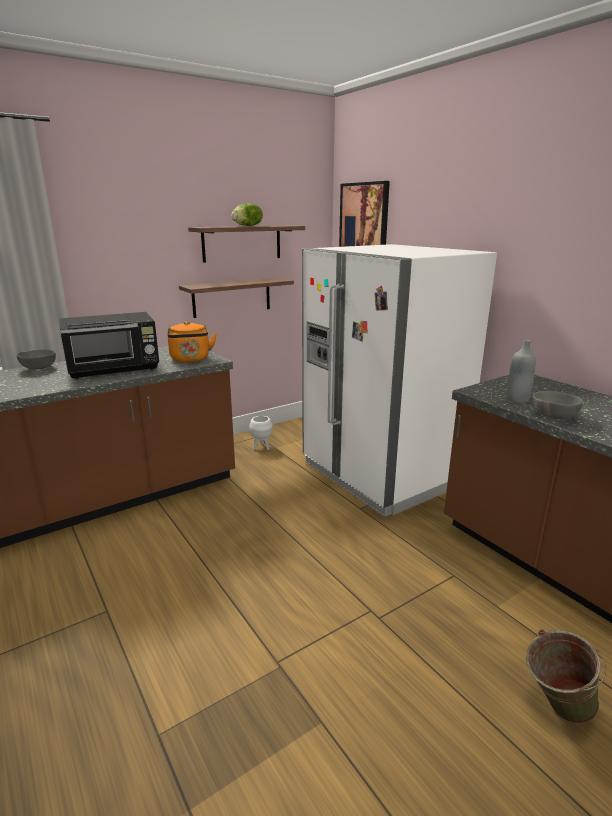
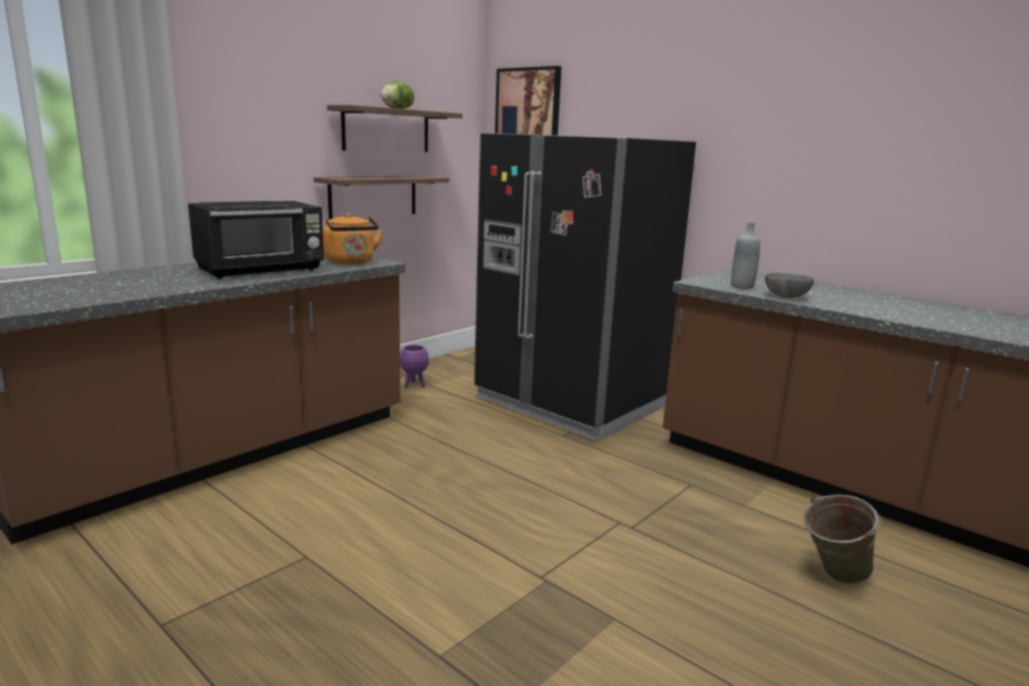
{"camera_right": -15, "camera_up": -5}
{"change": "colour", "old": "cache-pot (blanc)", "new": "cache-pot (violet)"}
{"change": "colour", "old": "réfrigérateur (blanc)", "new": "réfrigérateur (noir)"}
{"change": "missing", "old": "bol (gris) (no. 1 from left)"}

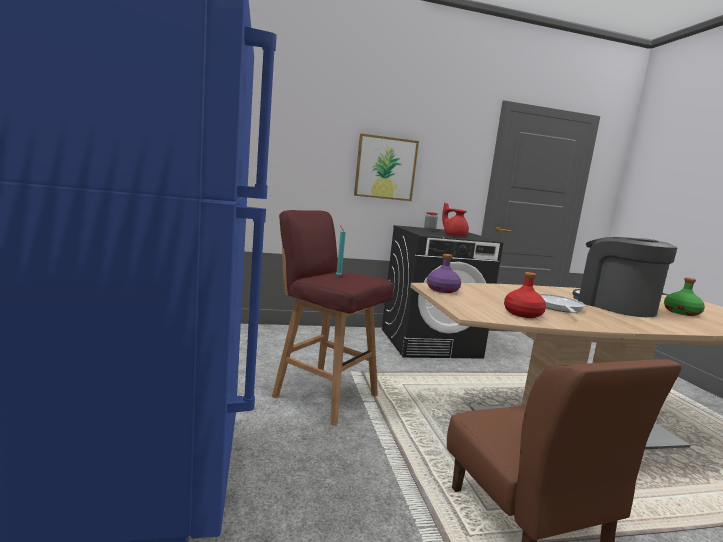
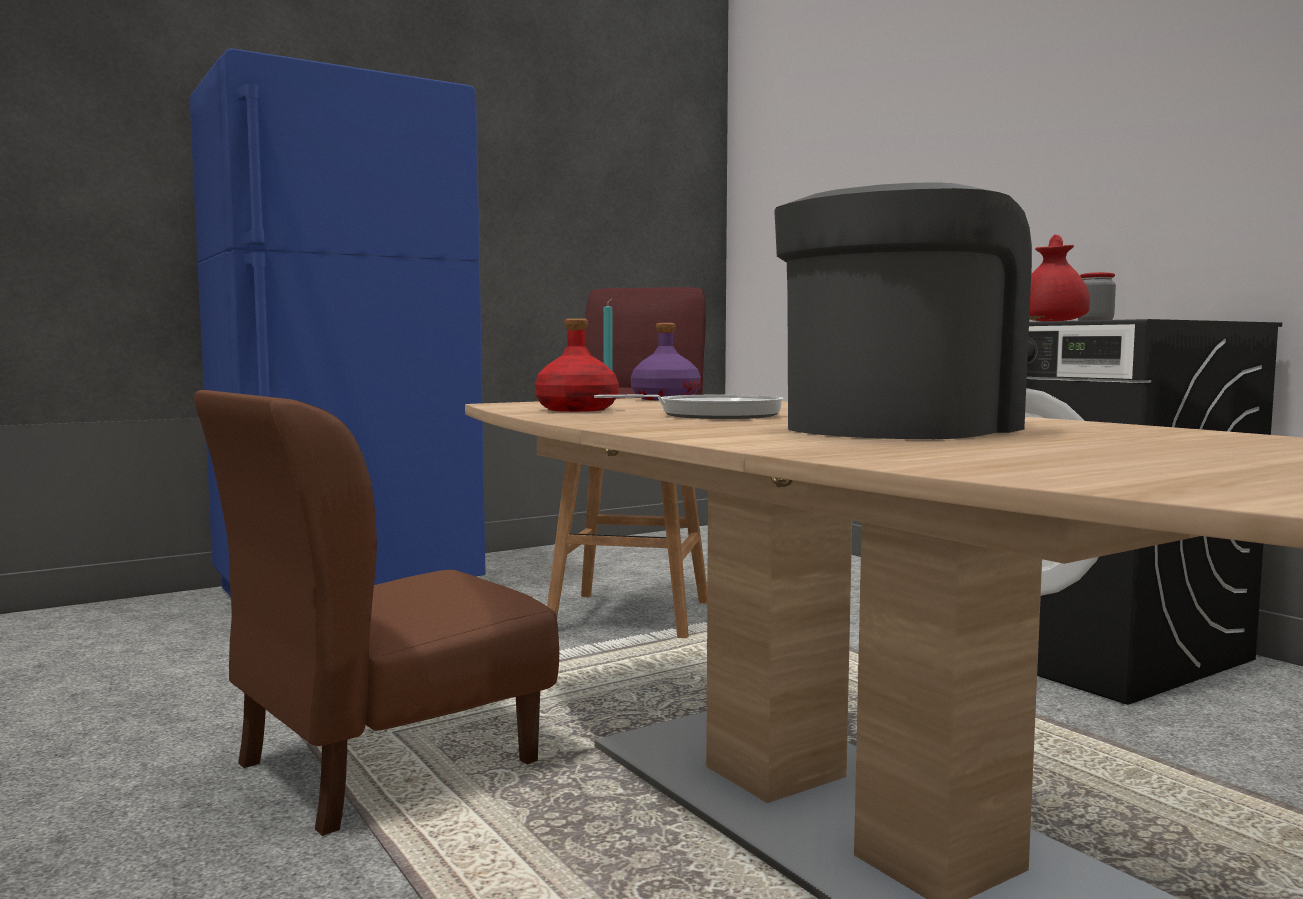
{"camera_right": 70, "camera_up": -5}
{"change": "missing", "old": "tableau"}
{"change": "missing", "old": "bouteille (vert)"}

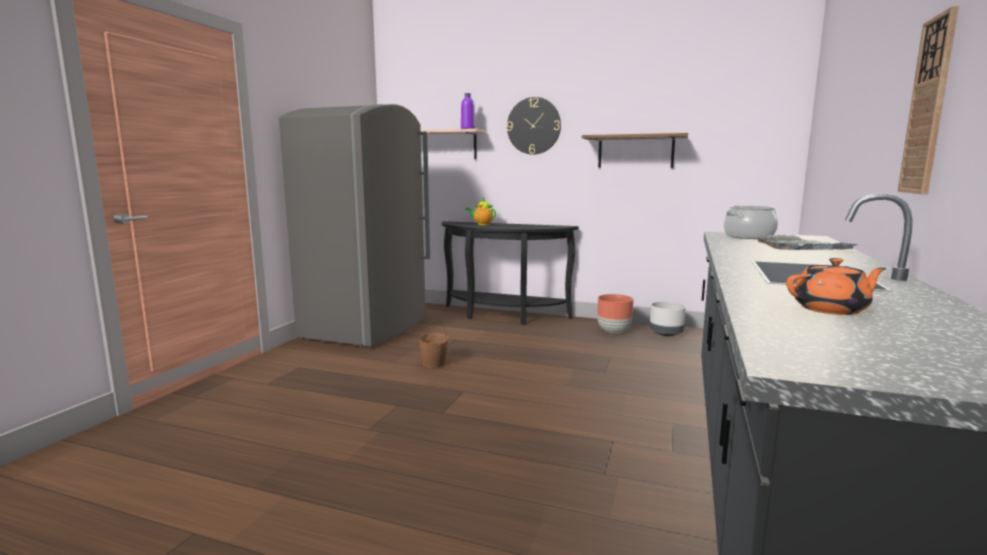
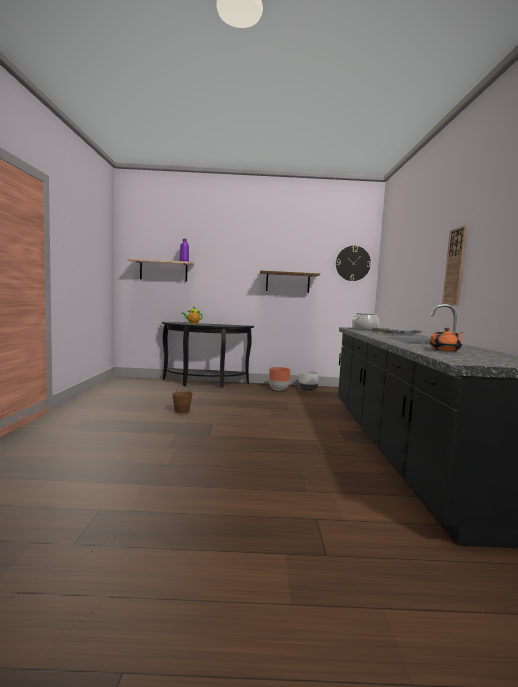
{"camera_right": -20, "camera_up": -5}
{"change": "relocated", "old": "horloge murale (no. 1 from left)"}
{"change": "missing", "old": "réfrigérateur (gris)"}

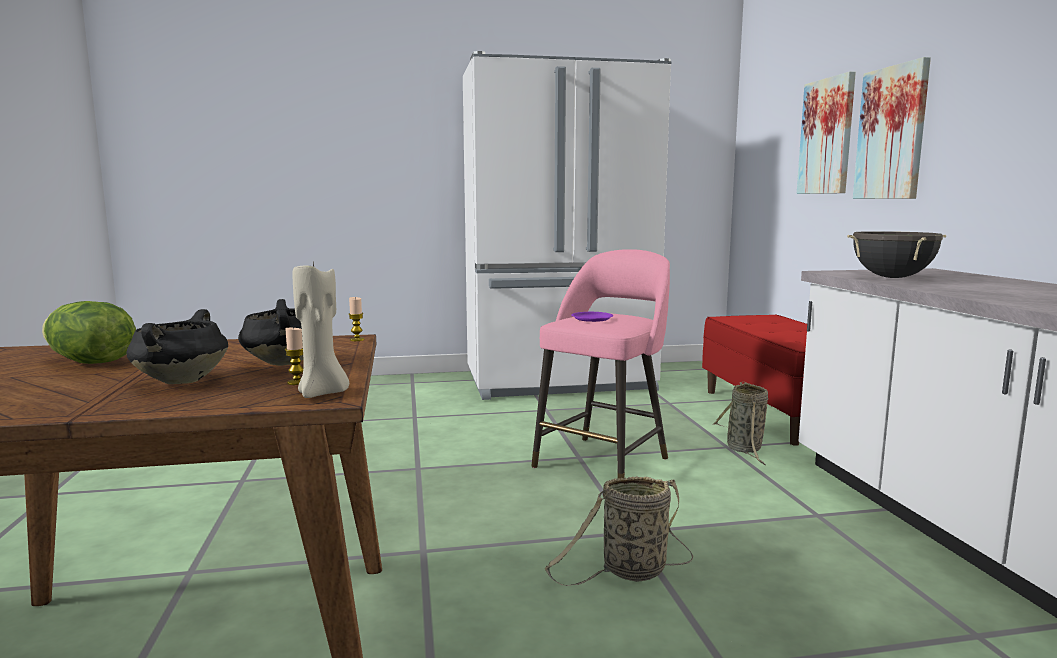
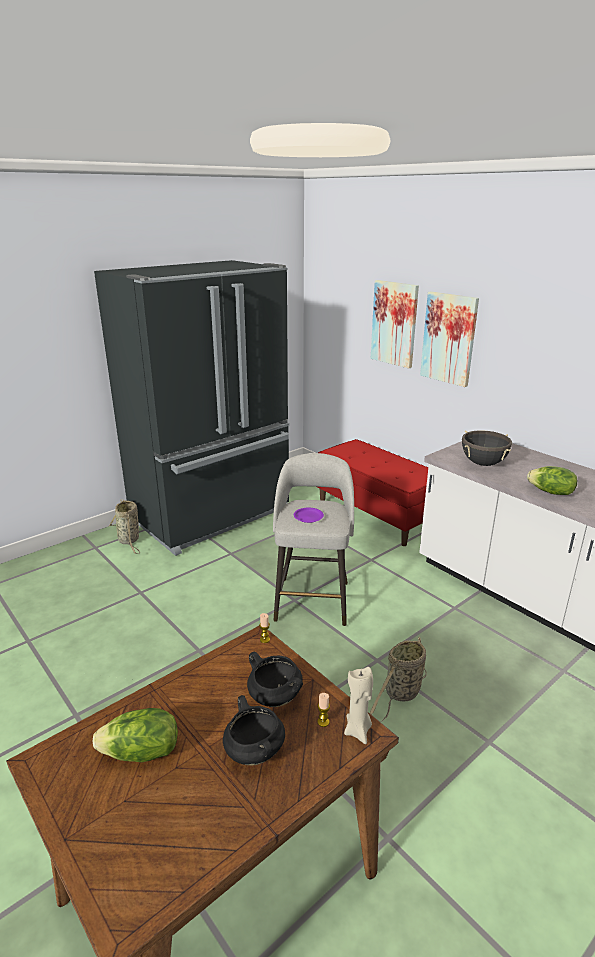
{"camera_right": -30, "camera_up": 15}
{"change": "colour", "old": "réfrigérateur (blanc)", "new": "réfrigérateur (noir)"}
{"change": "relocated", "old": "panier (no. 2 from left in the first image)", "new": "panier (no. 1 from left)"}
{"change": "colour", "old": "tabouret (rose)", "new": "tabouret (gris)"}
{"change": "appeared", "new": "laitue (no. 2 from left)"}

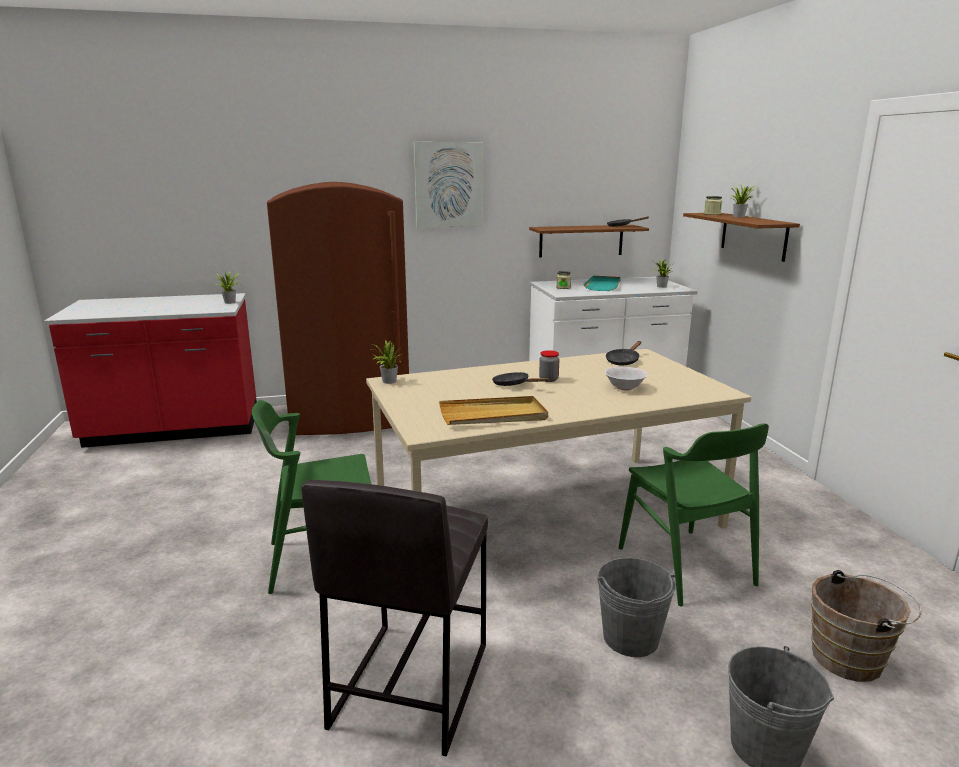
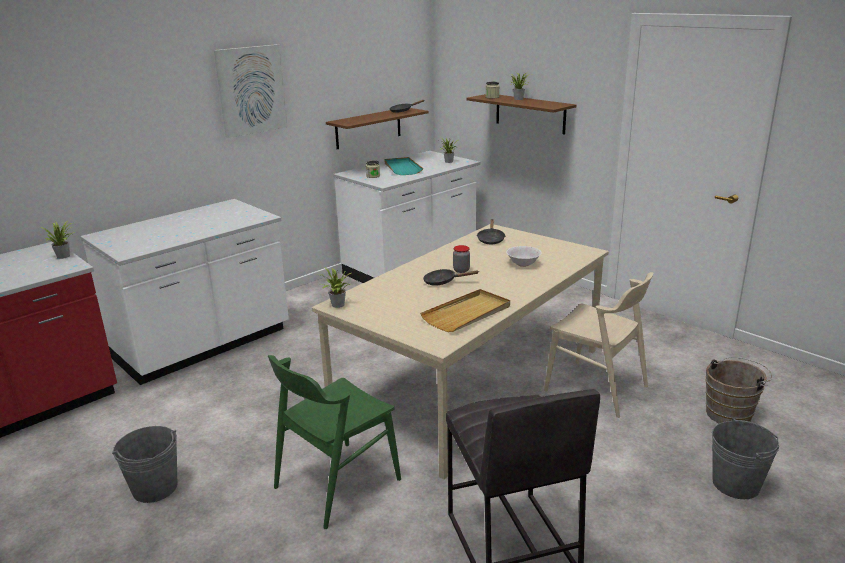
{"camera_right": -30, "camera_up": 5}
{"change": "exchanged", "old": "réfrigérateur (marron)", "new": "comptoir de cuisine (blanc) (no. 1 from left)"}
{"change": "relocated", "old": "seau (gris) (no. 1 from left)"}
{"change": "colour", "old": "chaise (vert) (no. 2 from left)", "new": "chaise (beige)"}

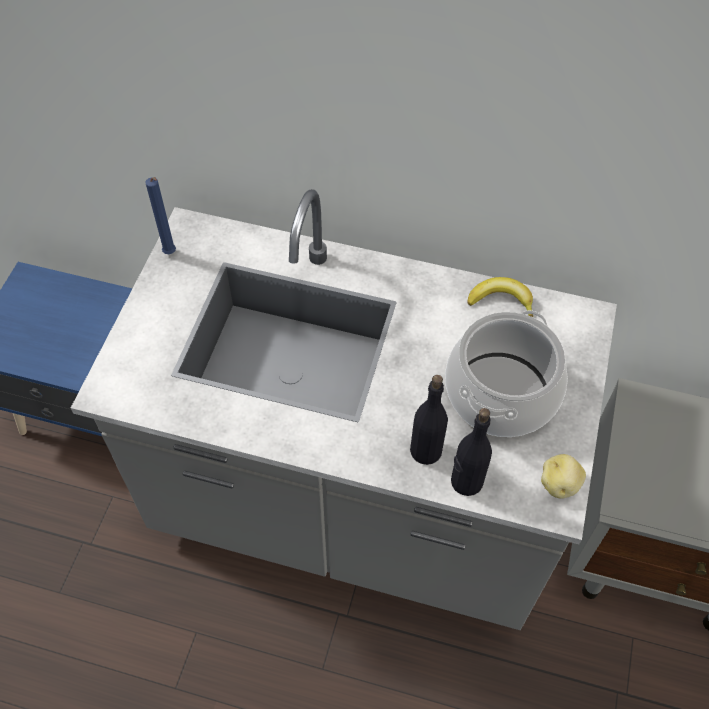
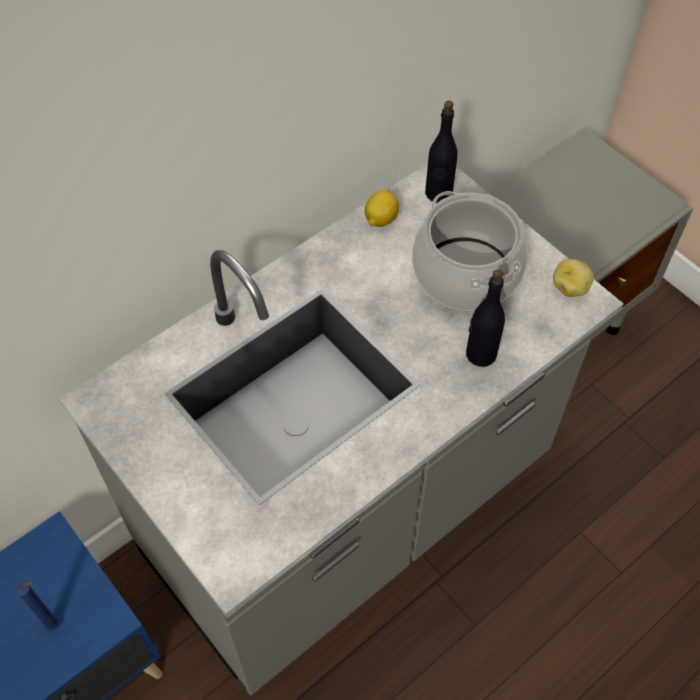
{"camera_right": -55, "camera_up": 0}
{"change": "relocated", "old": "bougie (bleu)"}
{"change": "exchanged", "old": "banane", "new": "citron"}
{"change": "relocated", "old": "bouteille (noir) (no. 2 from left in the first image)", "new": "bouteille (noir) (no. 1 from left)"}

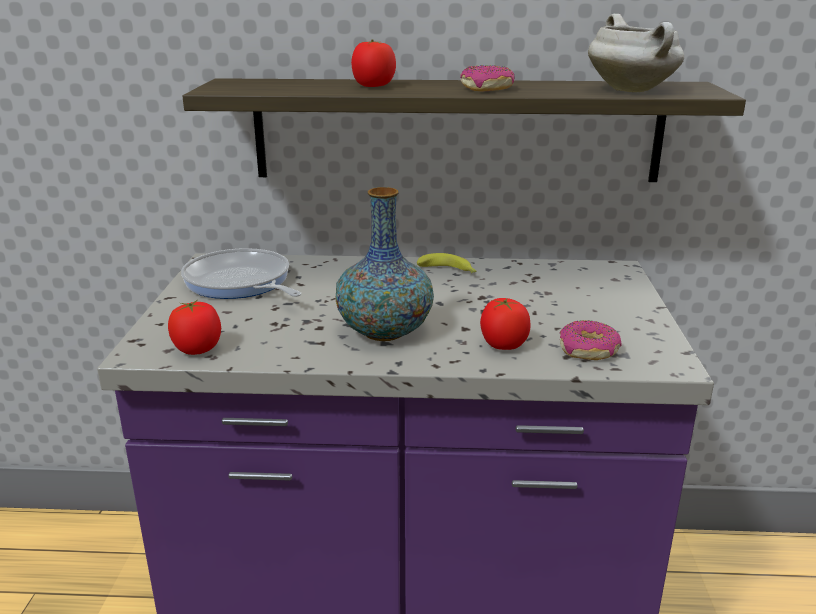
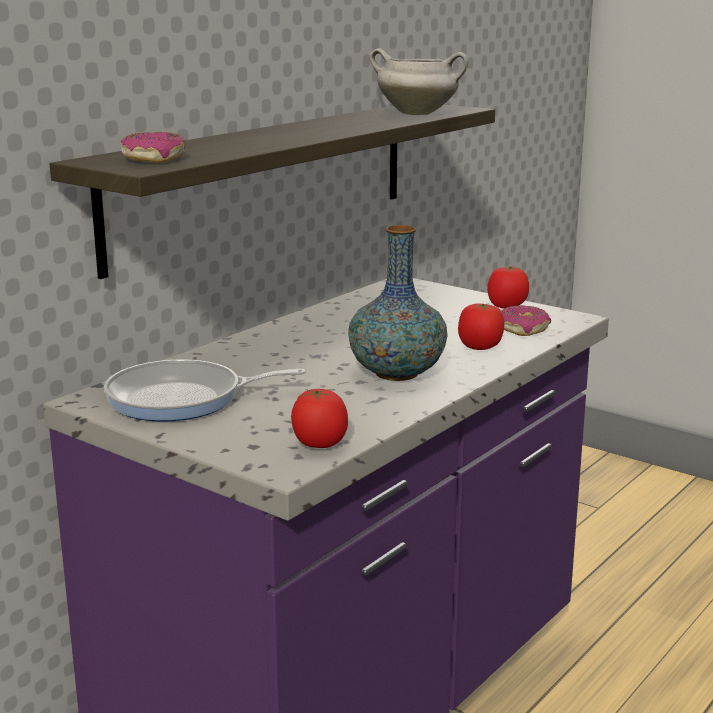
{"camera_right": -55, "camera_up": -5}
{"change": "relocated", "old": "beignet (no. 1 from left)"}
{"change": "relocated", "old": "tomate (no. 2 from left in the first image)", "new": "tomate (no. 3 from left)"}
{"change": "missing", "old": "banane"}

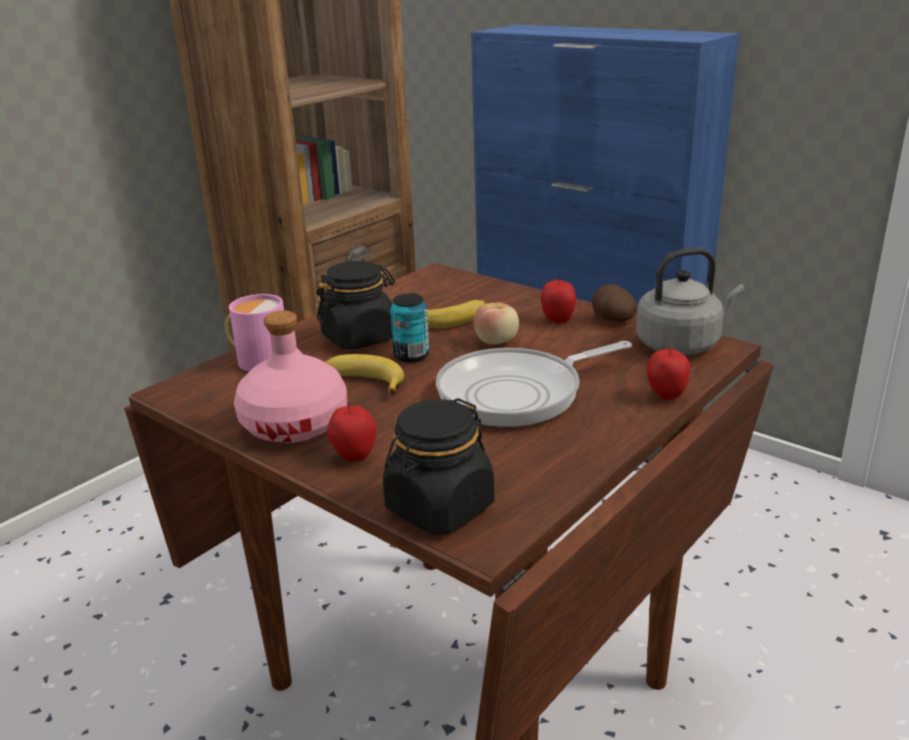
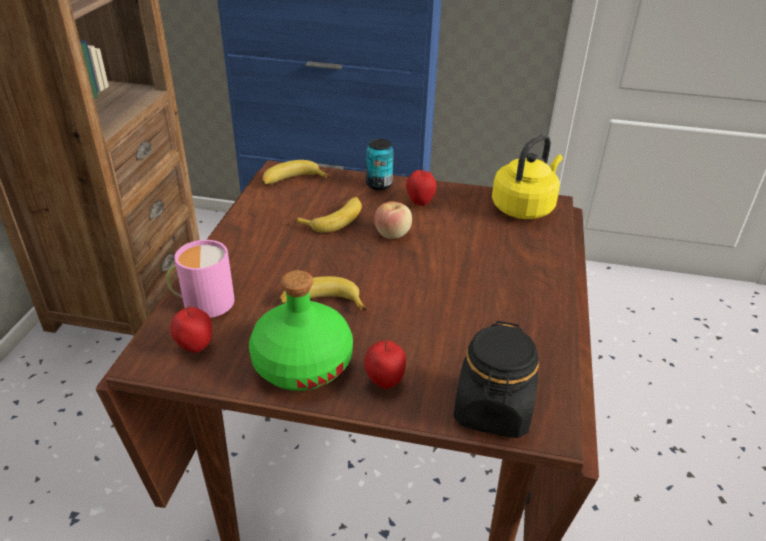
{"camera_right": -30, "camera_up": 10}
{"change": "relocated", "old": "pomme (no. 4 from left in the first image)", "new": "pomme (no. 1 from left)"}
{"change": "colour", "old": "bouteille (rose)", "new": "bouteille (vert)"}
{"change": "appeared", "new": "banane (no. 1 from left)"}
{"change": "relocated", "old": "boîte métallique"}
{"change": "colour", "old": "bouilloire (gris)", "new": "bouilloire (jaune)"}
{"change": "missing", "old": "bocal (noir) (no. 1 from left)"}
{"change": "missing", "old": "poêle"}
{"change": "missing", "old": "pomme de terre"}

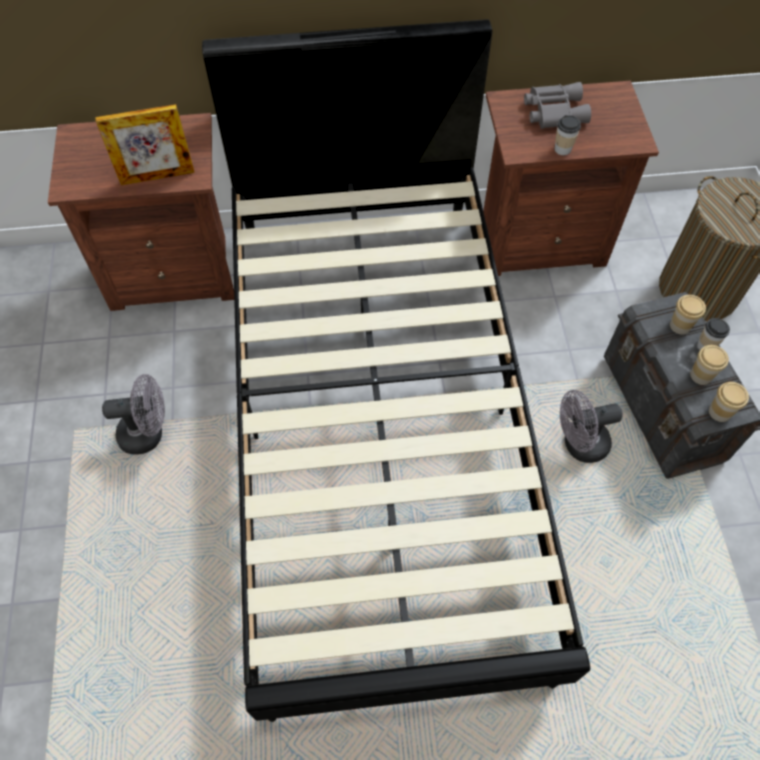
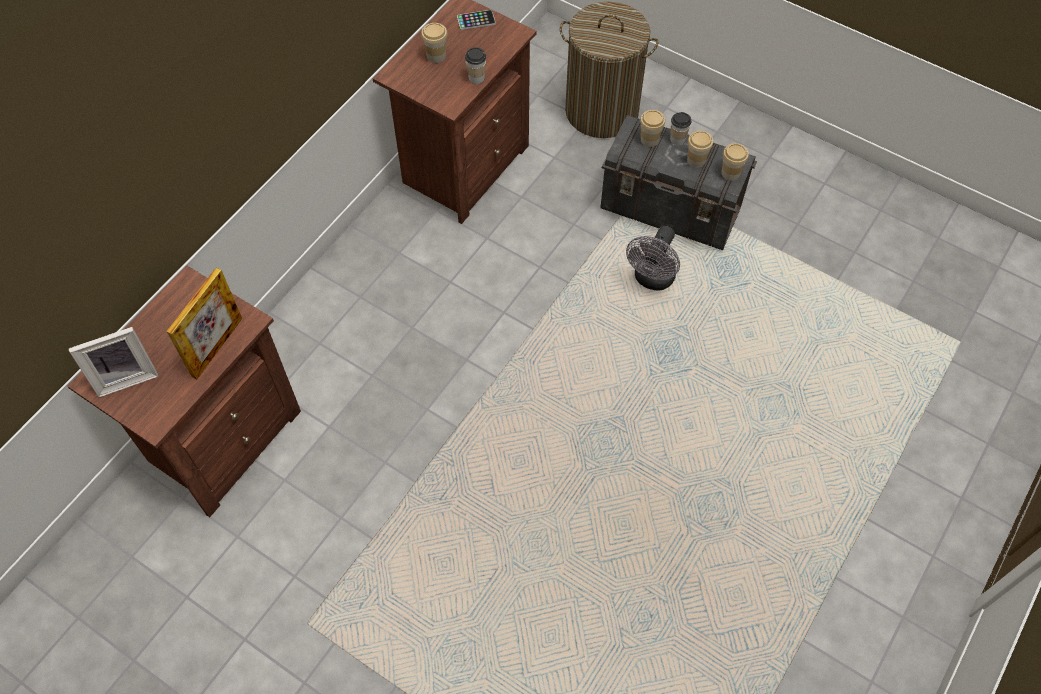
{"camera_right": -50, "camera_up": 0}
{"change": "appeared", "new": "cadre photo (no. 1 from left)"}
{"change": "exchanged", "old": "jumelles (gris)", "new": "tasse (no. 1 from left)"}
{"change": "appeared", "new": "téléphone"}
{"change": "missing", "old": "ventilateur (gris) (no. 1 from left)"}
{"change": "missing", "old": "lit (noir)"}

